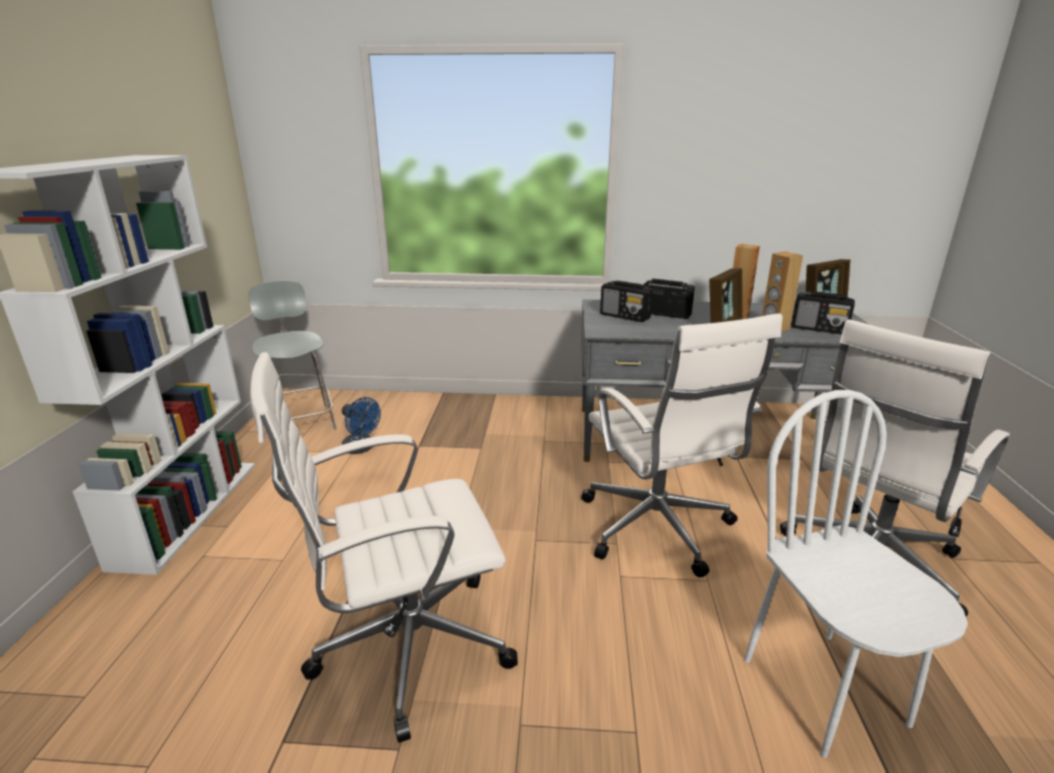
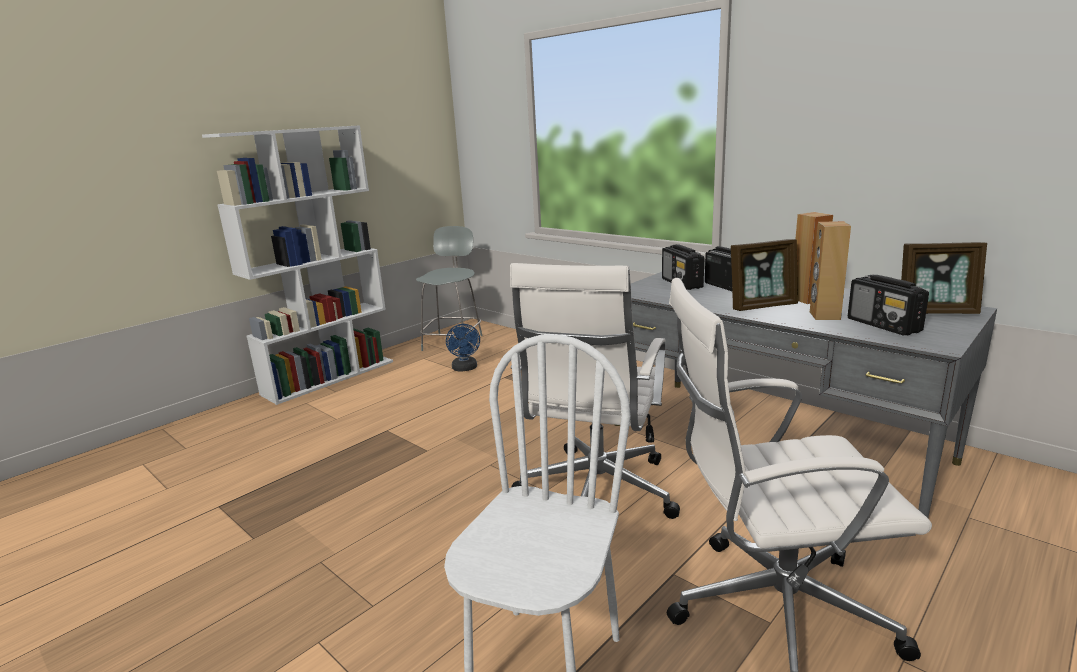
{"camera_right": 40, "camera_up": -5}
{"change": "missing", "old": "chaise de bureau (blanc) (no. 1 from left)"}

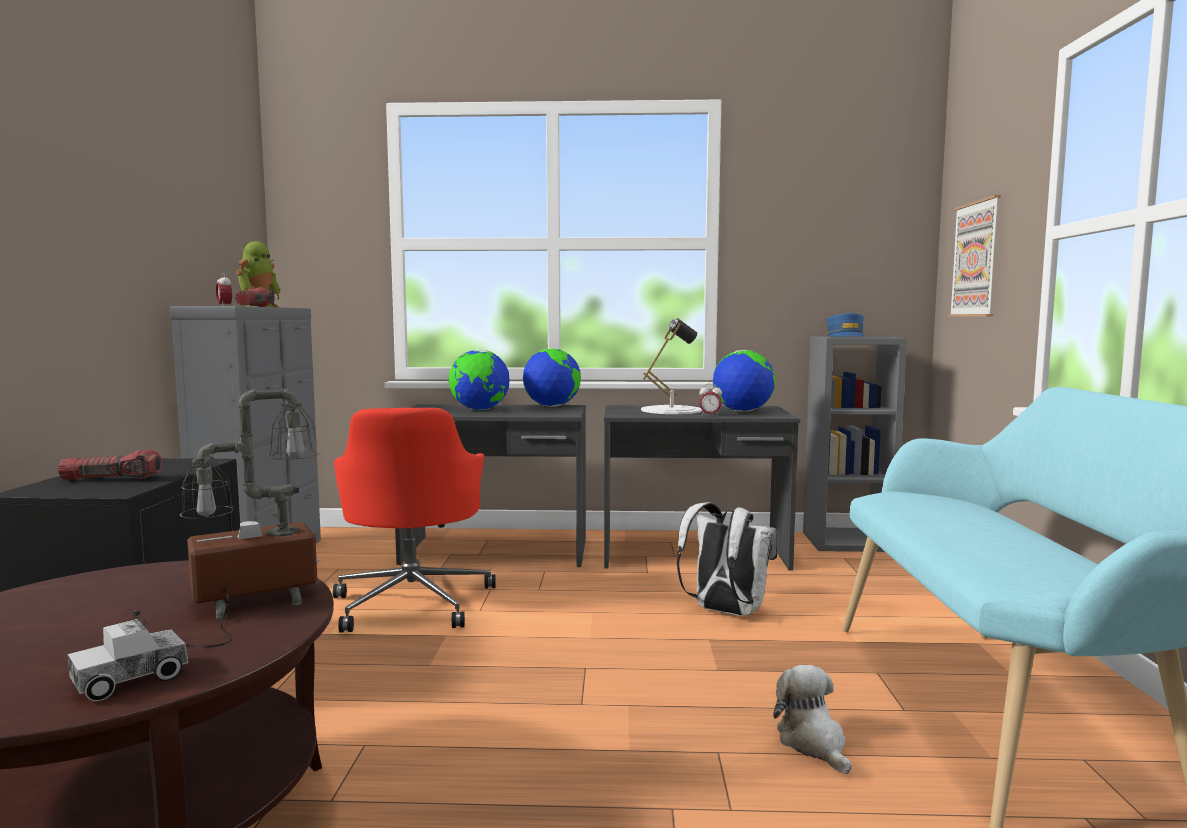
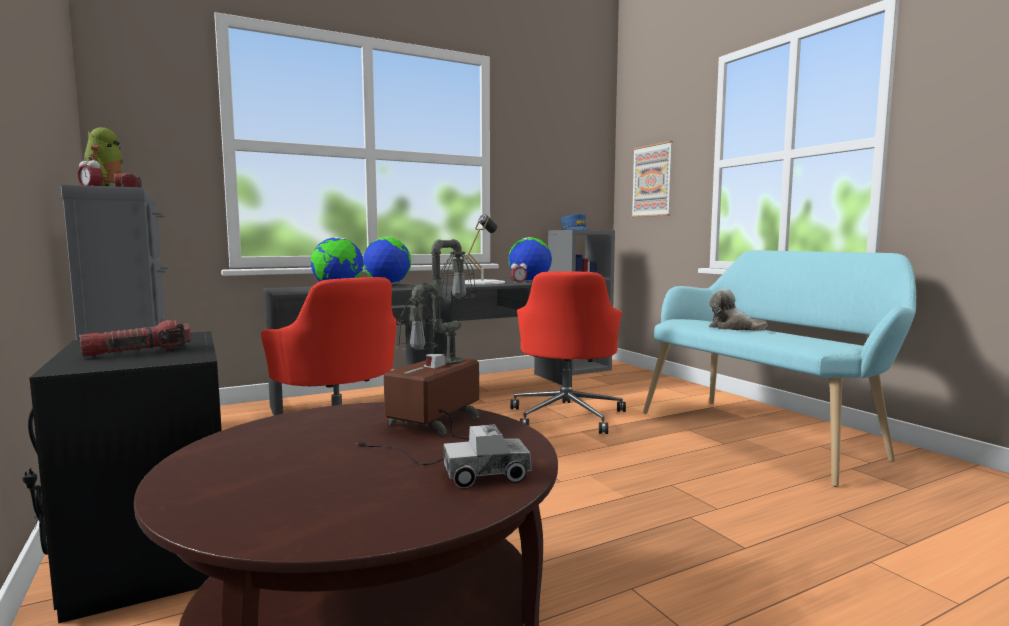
{"camera_right": -30, "camera_up": 0}
{"change": "spun", "old": "camion jouet", "degrees": 60}
{"change": "exchanged", "old": "sac à dos (blanc)", "new": "chaise de bureau (rouge) (no. 2 from left)"}
{"change": "relocated", "old": "peluche"}

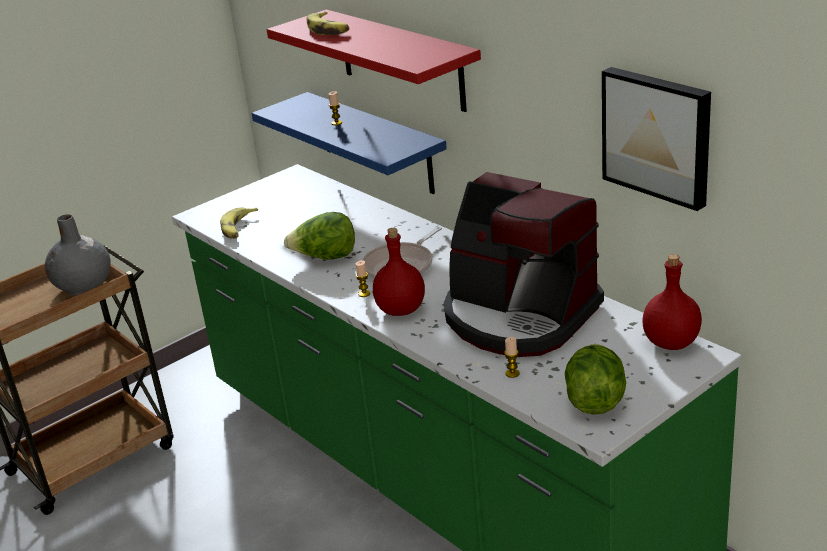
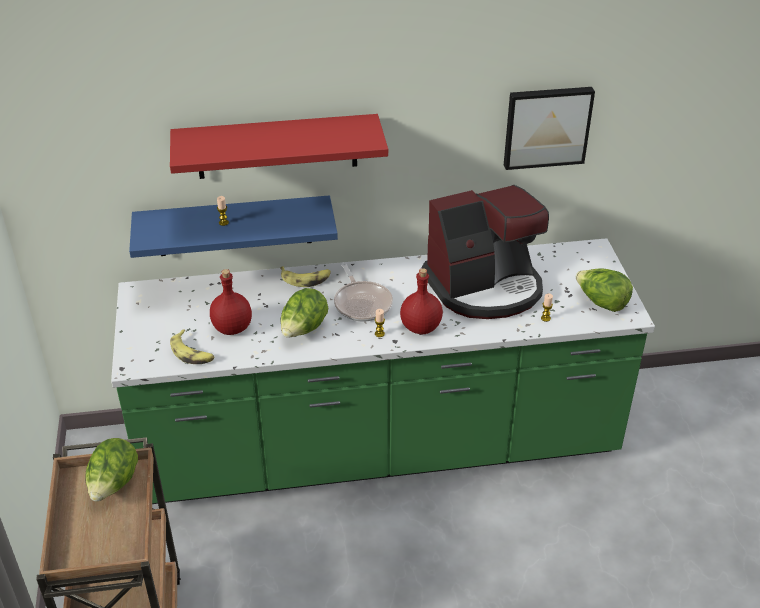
{"camera_right": -60, "camera_up": 10}
{"change": "exchanged", "old": "vase (gris)", "new": "laitue (no. 1 from left)"}
{"change": "relocated", "old": "bouteille (rouge) (no. 2 from left in the first image)", "new": "bouteille (rouge) (no. 1 from left)"}
{"change": "relocated", "old": "banane (no. 2 from left)"}

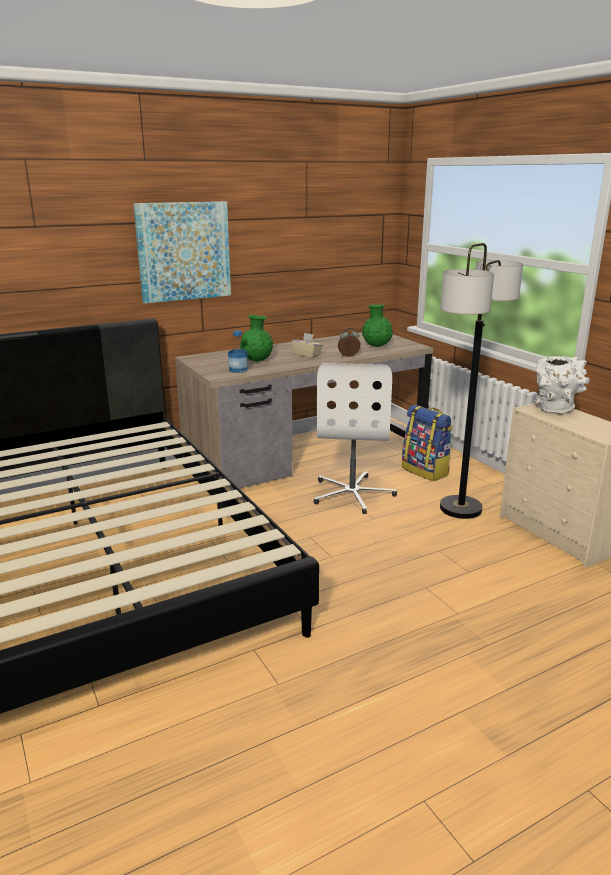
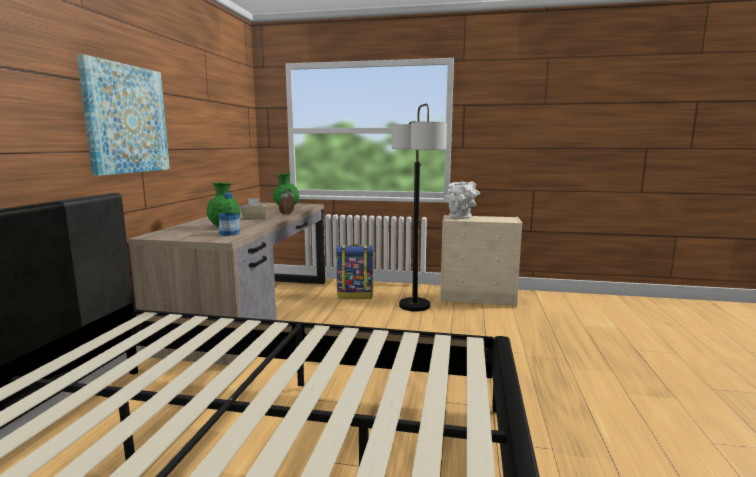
{"camera_right": -50, "camera_up": -10}
{"change": "missing", "old": "chaise de bureau (blanc)"}

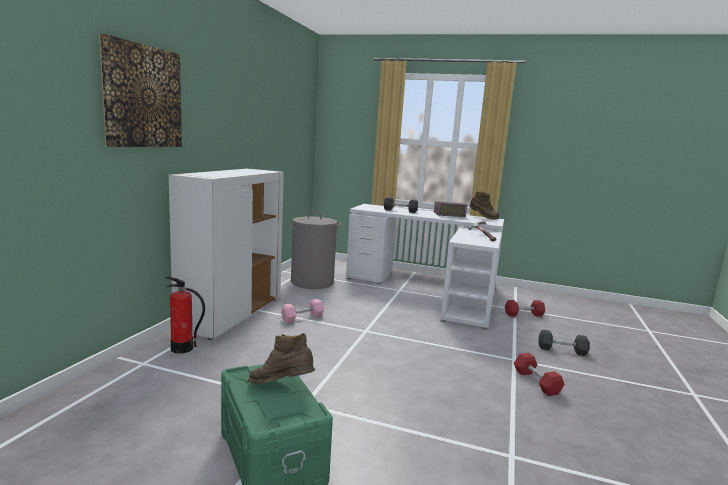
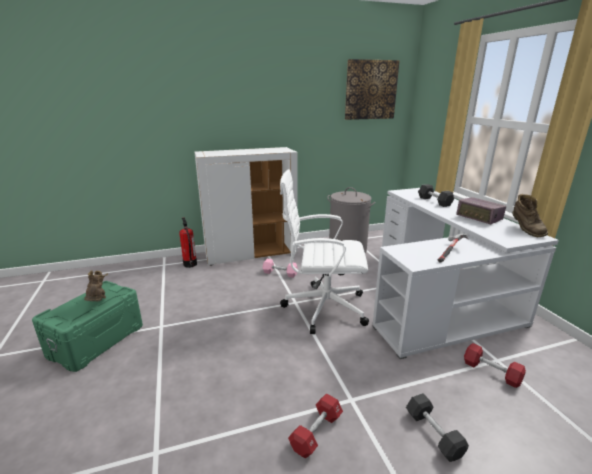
{"camera_right": 55, "camera_up": 10}
{"change": "appeared", "new": "chaise de bureau (blanc)"}
{"change": "relocated", "old": "tableau"}

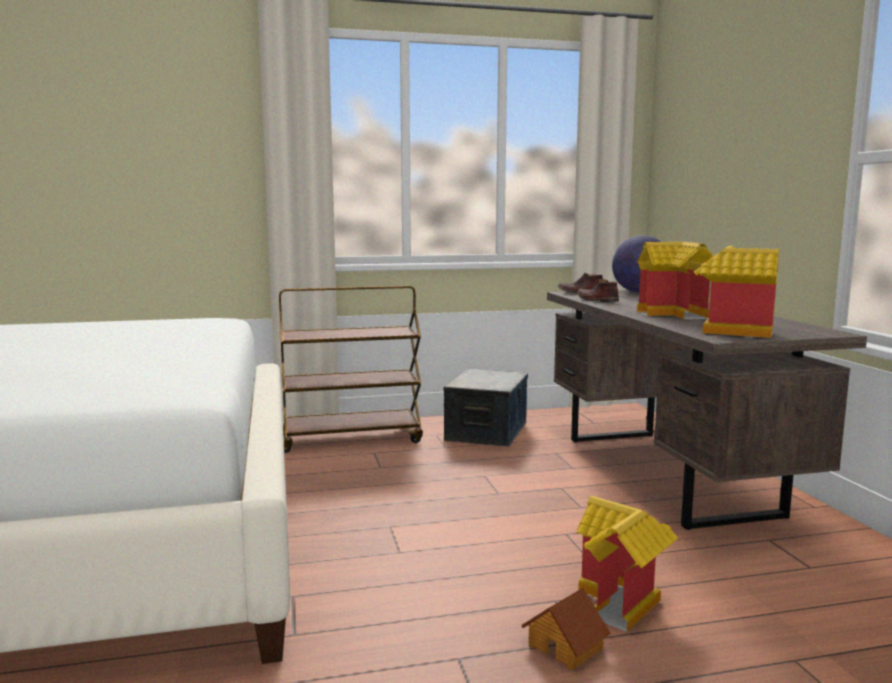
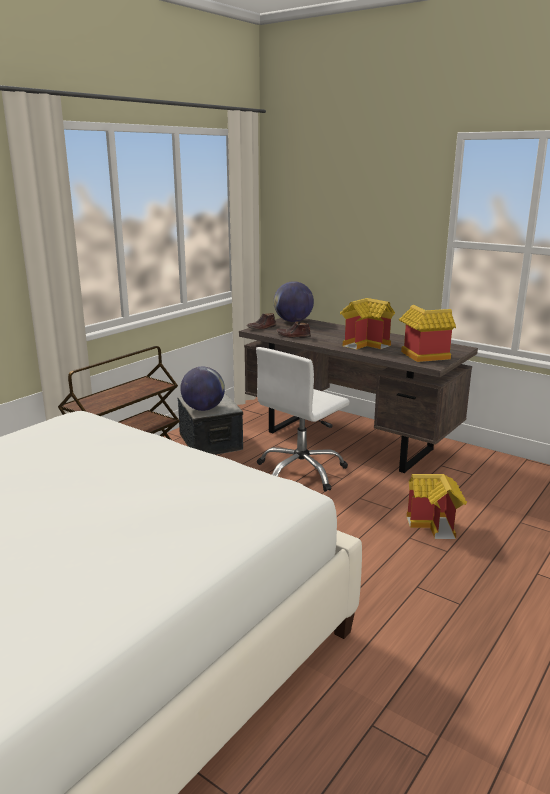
{"camera_right": -40, "camera_up": 10}
{"change": "appeared", "new": "globe (no. 1 from left)"}
{"change": "appeared", "new": "chaise de bureau (blanc)"}
{"change": "missing", "old": "maison miniature (no. 1 from left)"}

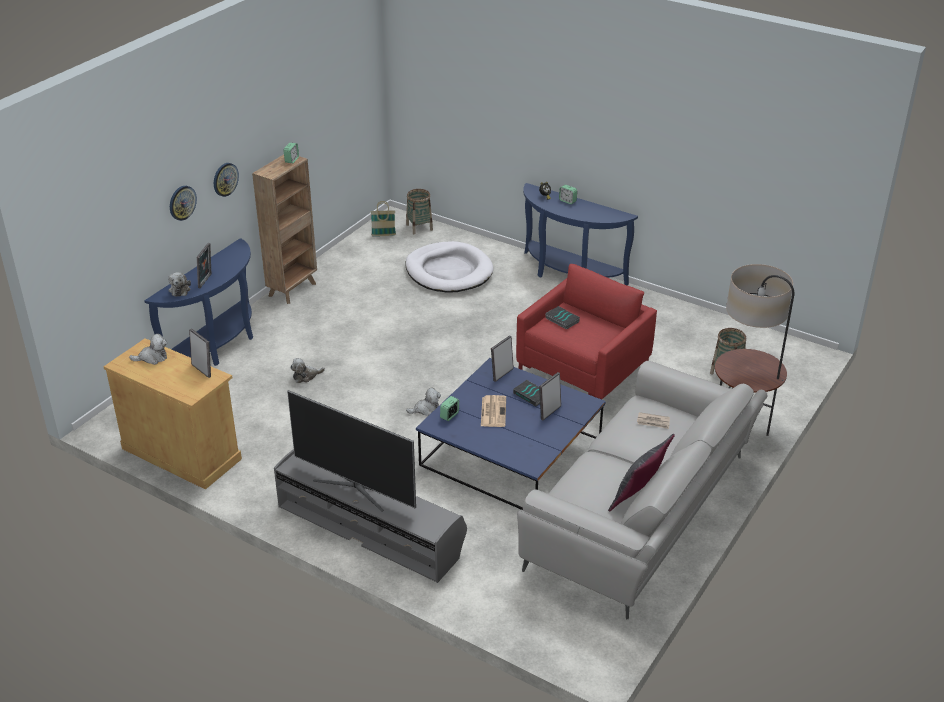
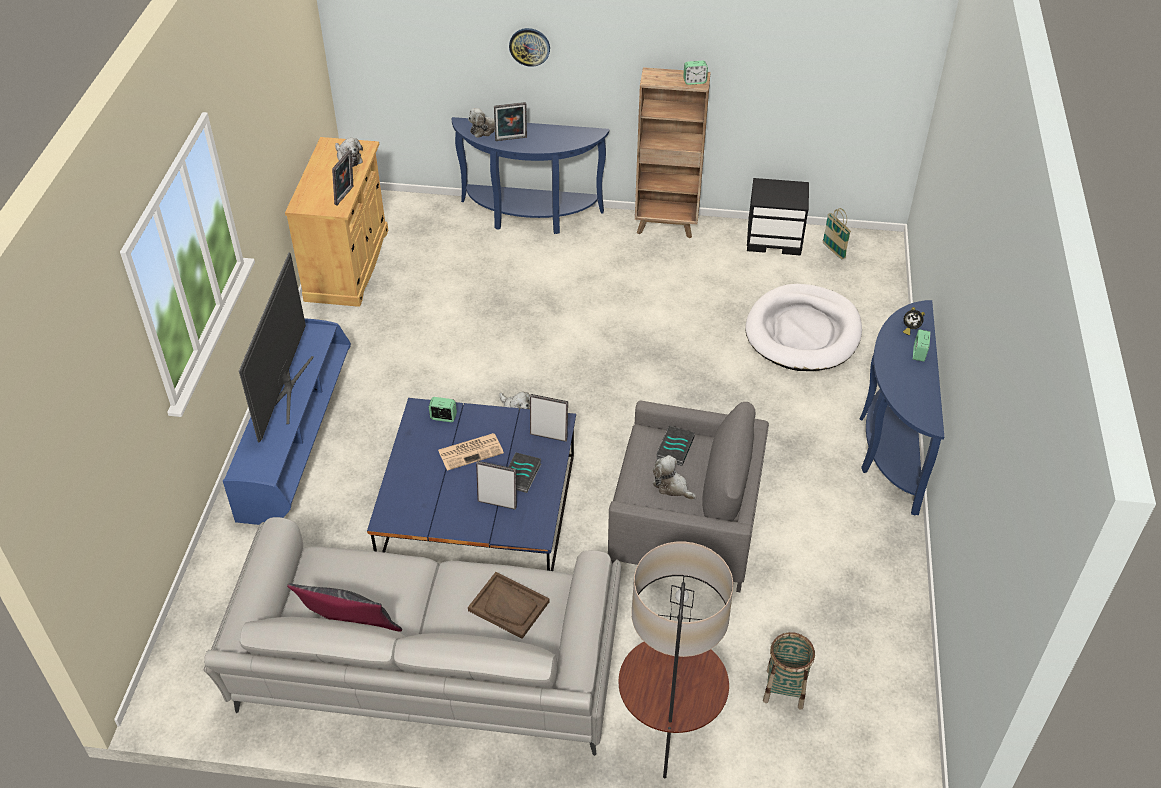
{"camera_right": 65, "camera_up": 10}
{"change": "colour", "old": "meuble télé (gris)", "new": "meuble télé (bleu)"}
{"change": "exchanged", "old": "journal (no. 2 from left)", "new": "plateau (marron)"}
{"change": "colour", "old": "fauteuil (rouge)", "new": "fauteuil (gris)"}
{"change": "relocated", "old": "peluche (no. 3 from left in the first image)", "new": "peluche (no. 4 from left)"}
{"change": "appeared", "new": "table de chevet (noir)"}
{"change": "missing", "old": "horloge murale (no. 2 from left)"}
{"change": "missing", "old": "panier (no. 2 from left)"}

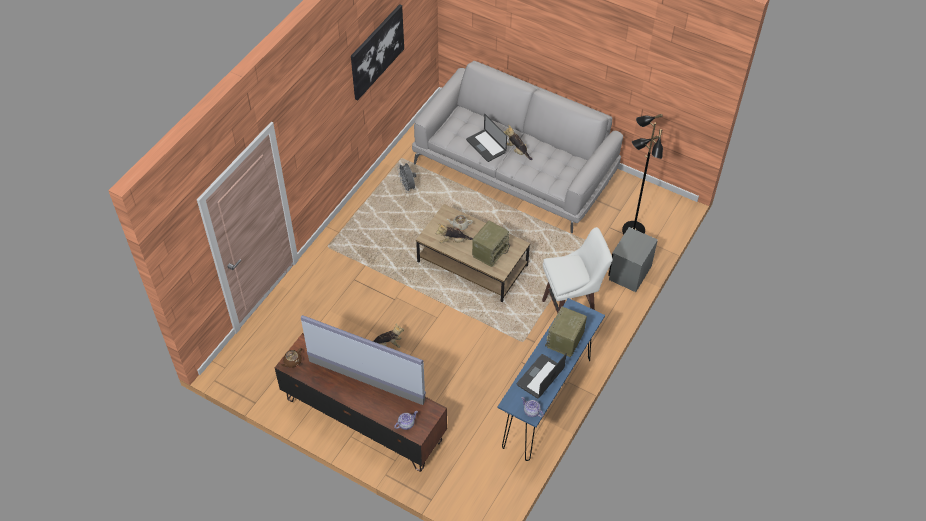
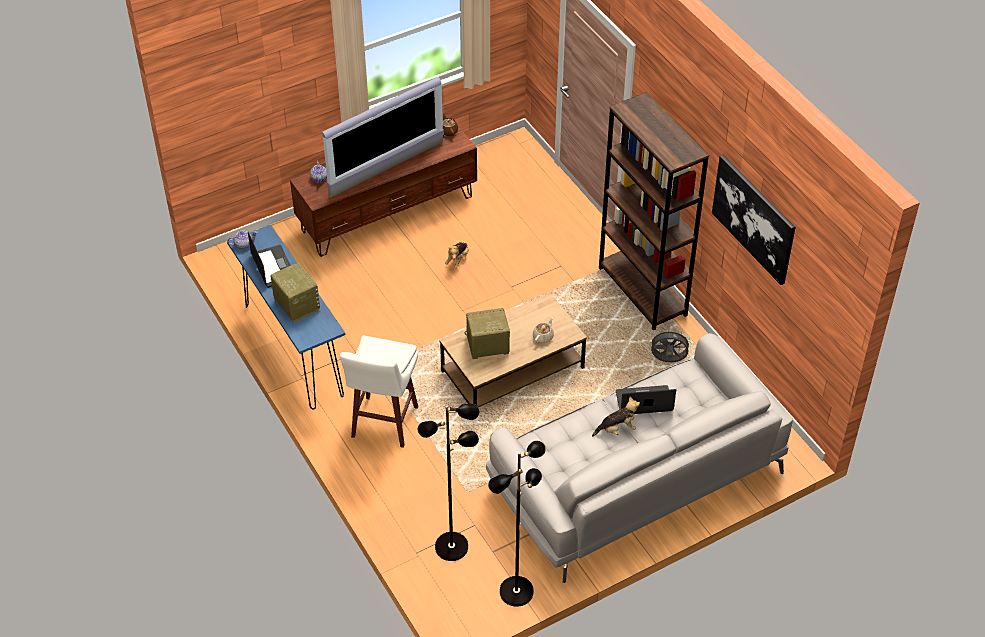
{"camera_right": 120, "camera_up": -5}
{"change": "spun", "old": "radio (no. 1 from left in the first image)", "degrees": 105}
{"change": "appeared", "new": "lampadaire (noir) (no. 2 from left)"}
{"change": "appeared", "new": "bibliothèque (marron)"}
{"change": "missing", "old": "peluche (no. 2 from left)"}
{"change": "missing", "old": "table de chevet (gris)"}

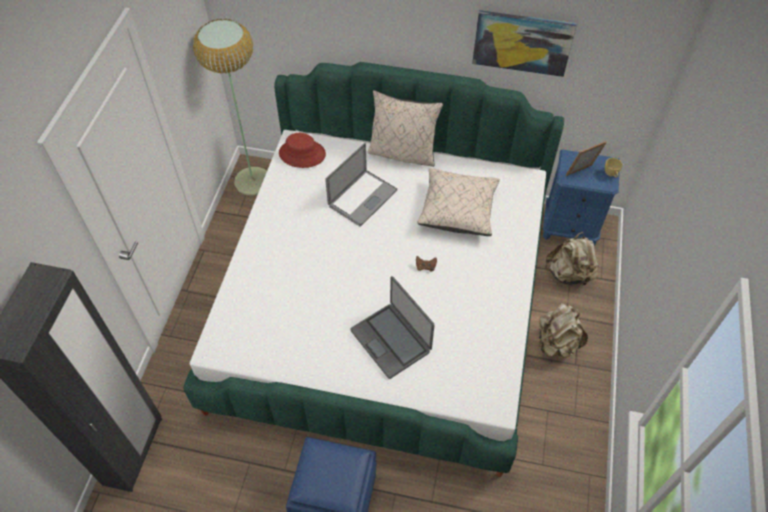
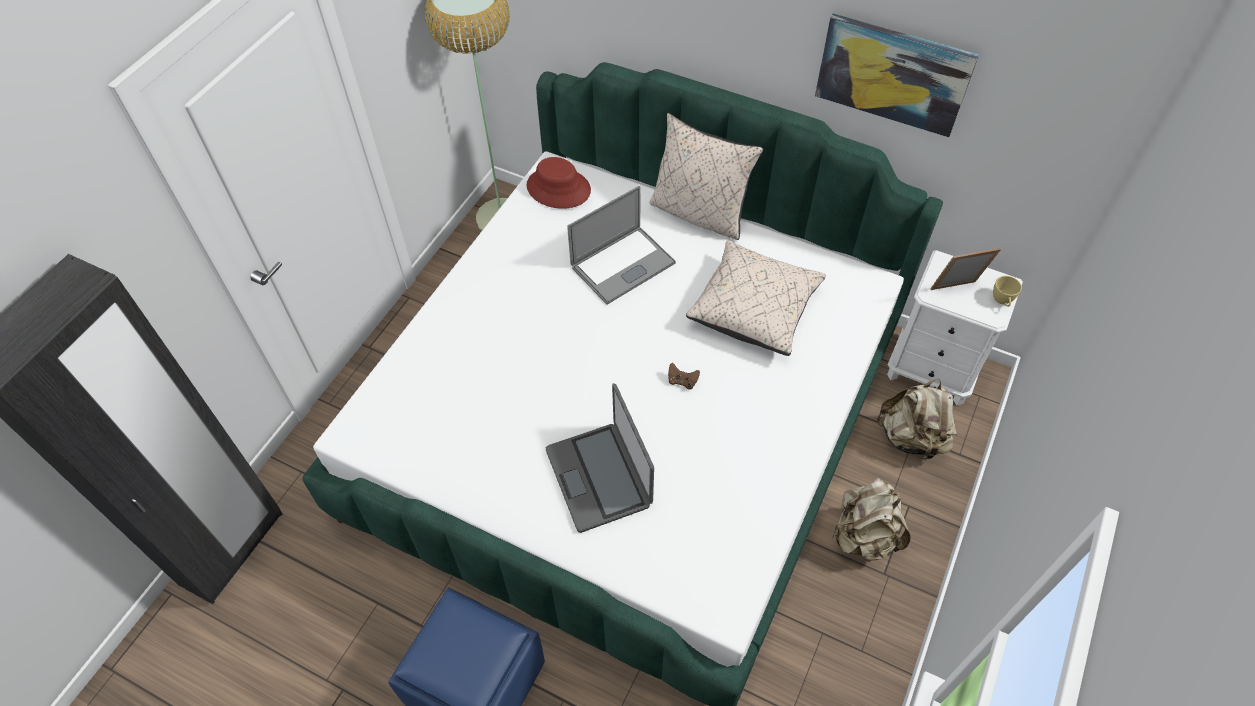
{"camera_right": 15, "camera_up": 0}
{"change": "colour", "old": "table de chevet (bleu)", "new": "table de chevet (blanc)"}

